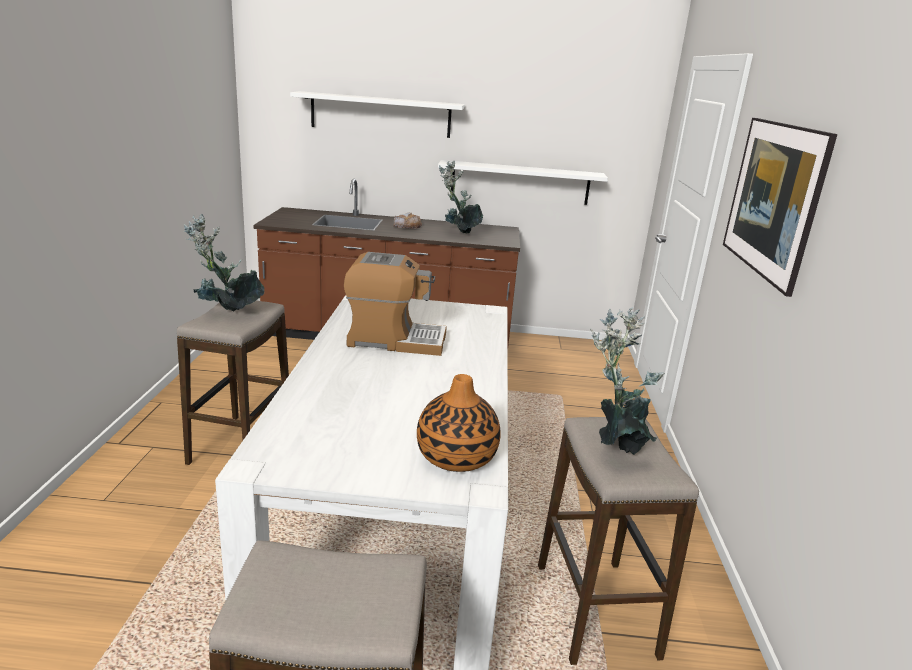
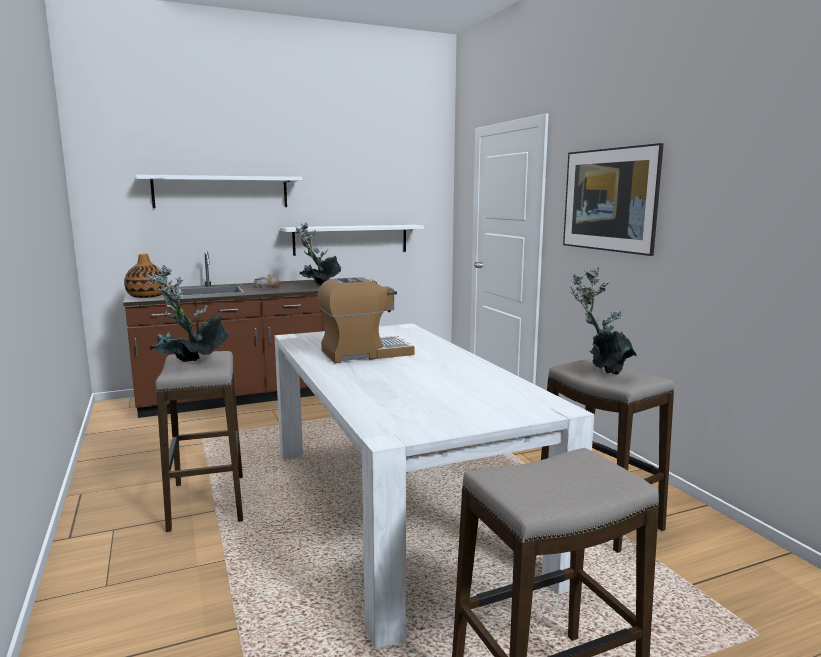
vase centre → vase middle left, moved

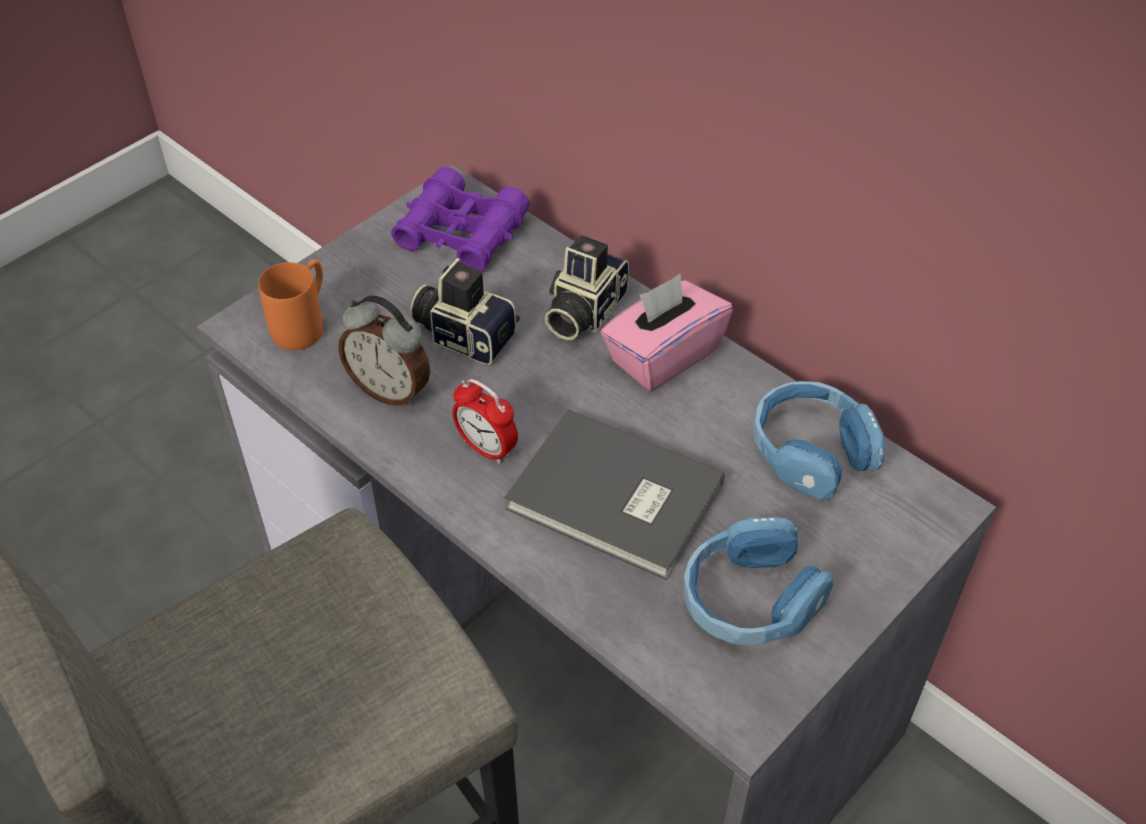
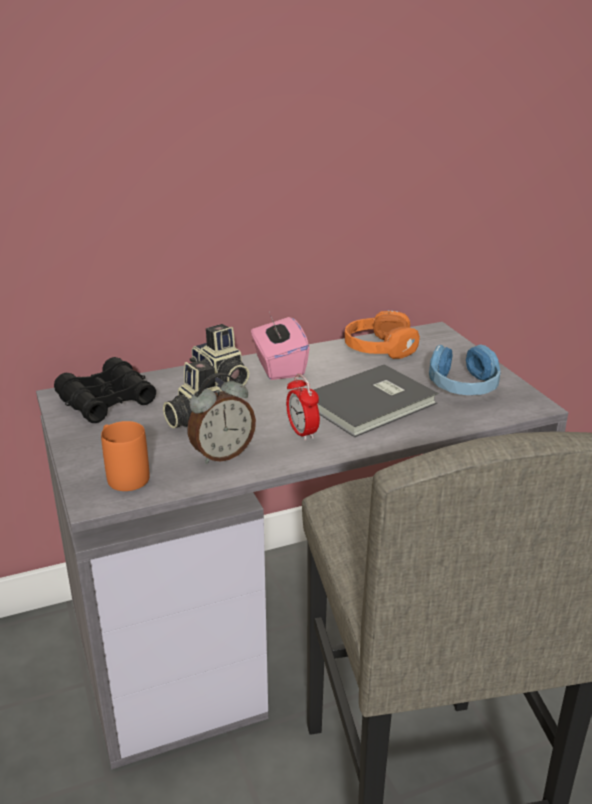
purple binoculars top centre → black binoculars middle left
alarm clock (2nd from left) centre, 90 degrees clockwise
blue headphones (2nd from left) middle right → orange headphones centre

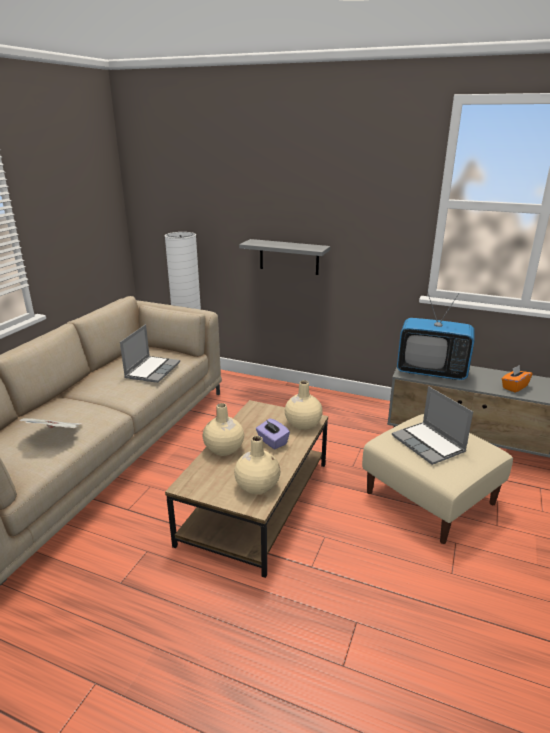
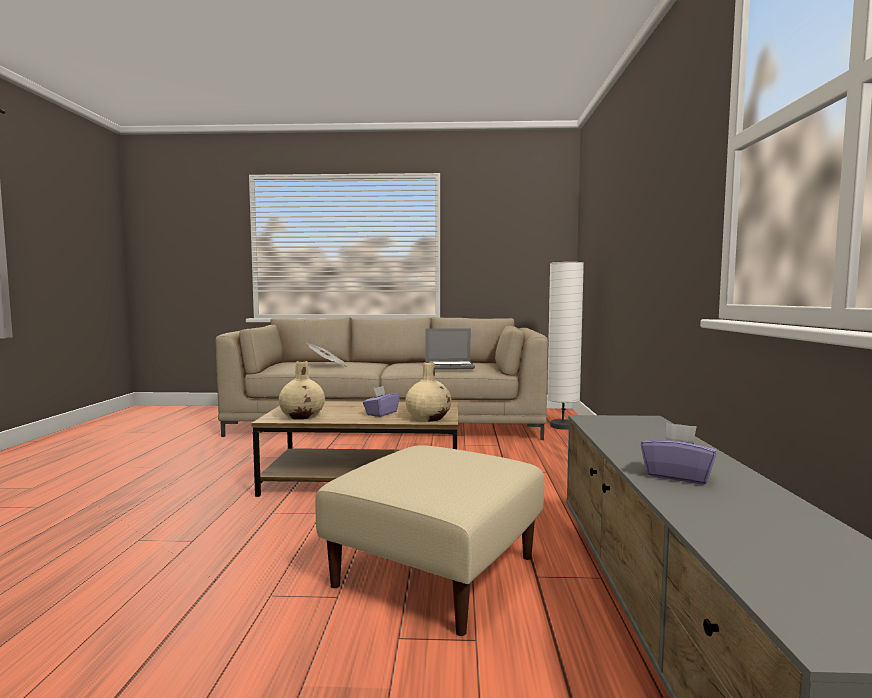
beige vase (1st from left) centre → -
grey shelf centre → -
laptop (2nd from left) middle right → -
television middle right → -
orange tissue box middle right → purple tissue box (2nd from left) middle right

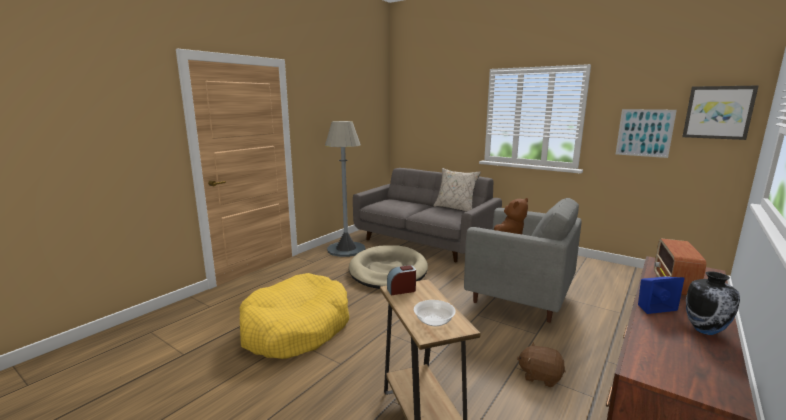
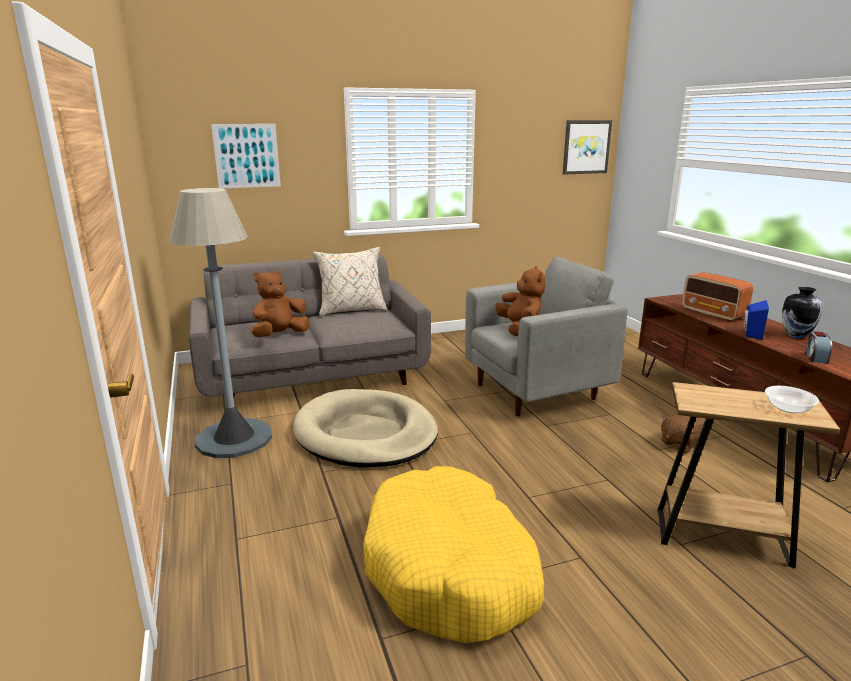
alarm clock bottom centre → alarm clock middle right, moved
picture (1st from left) top right → picture (1st from left) top left, moved
- → brown plush toy (1st from left) middle left

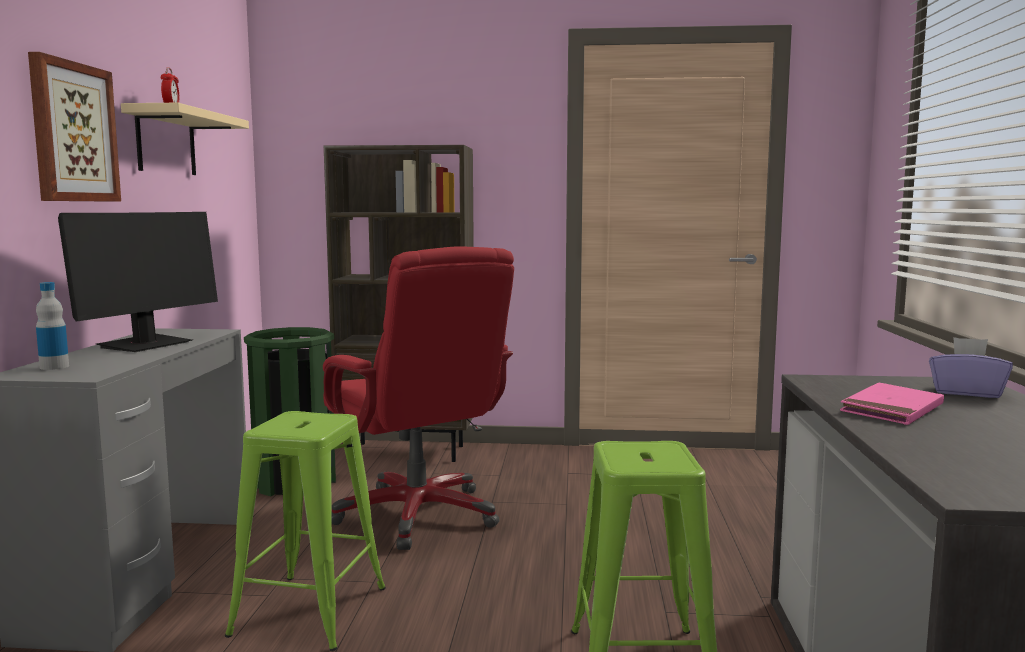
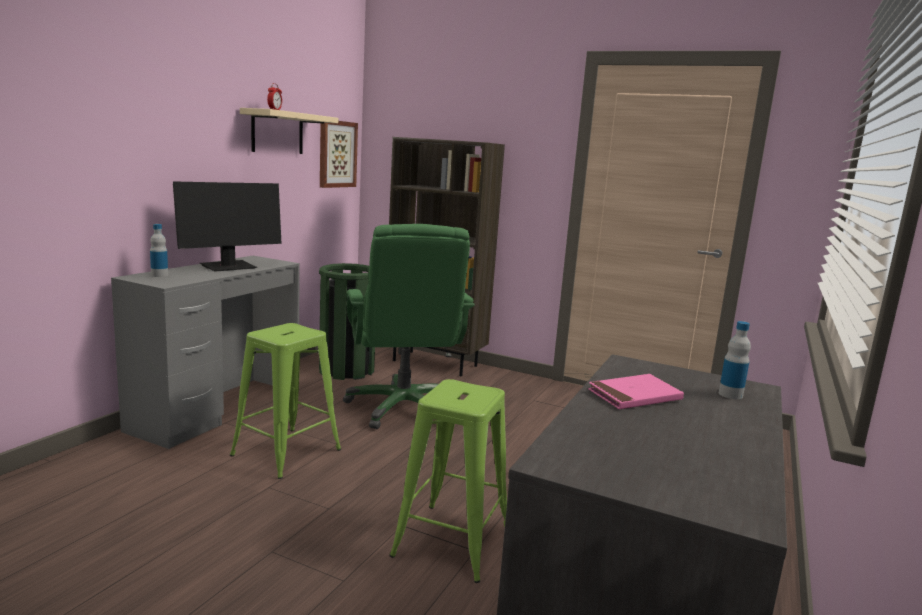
picture top left → picture top centre, moved
red office chair centre → green office chair centre
purple tissue box middle right → bottle (2nd from left) middle right

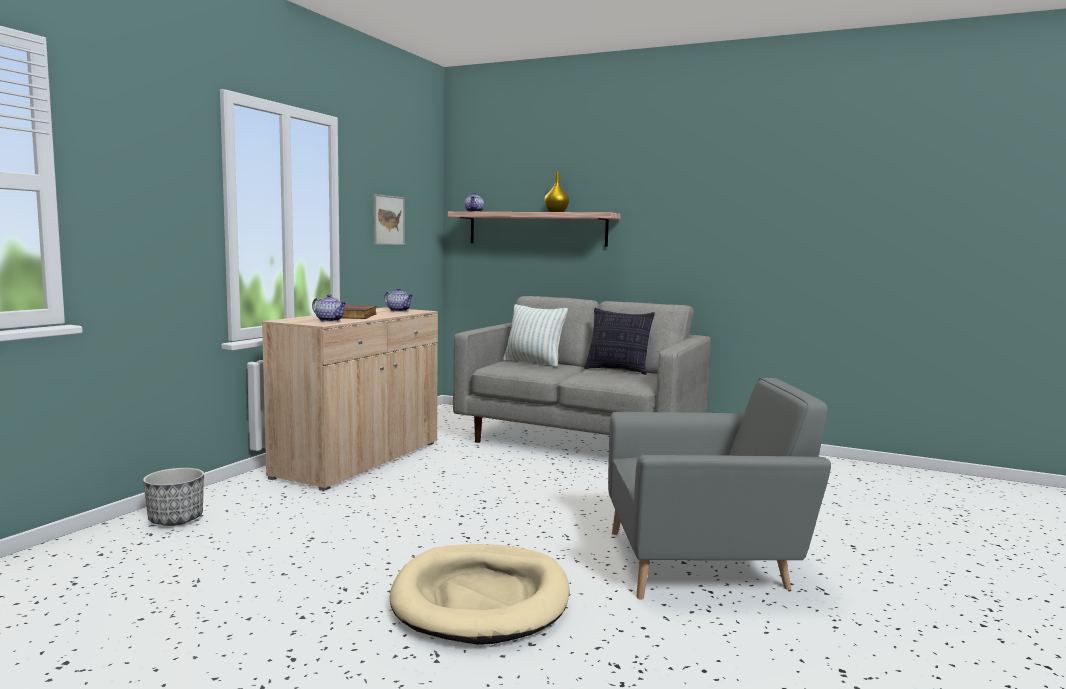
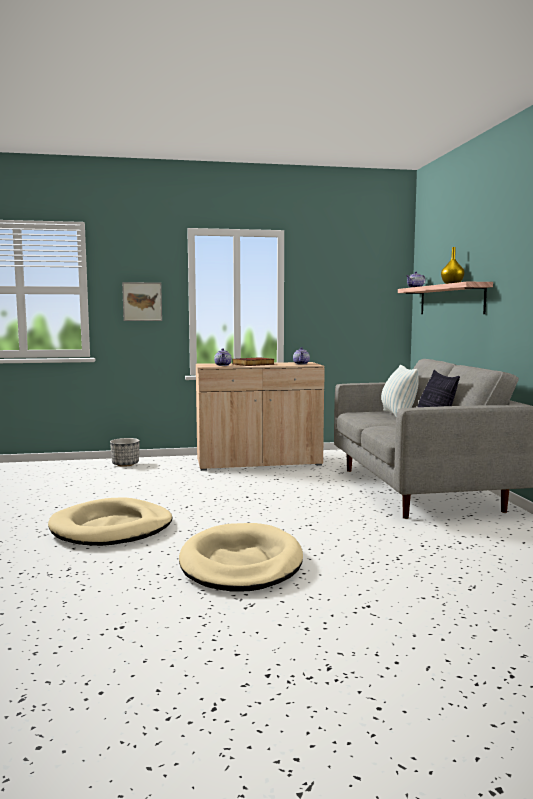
picture top centre → picture middle left, moved
grey armchair bottom right → beige dog bed (2nd from left) bottom centre

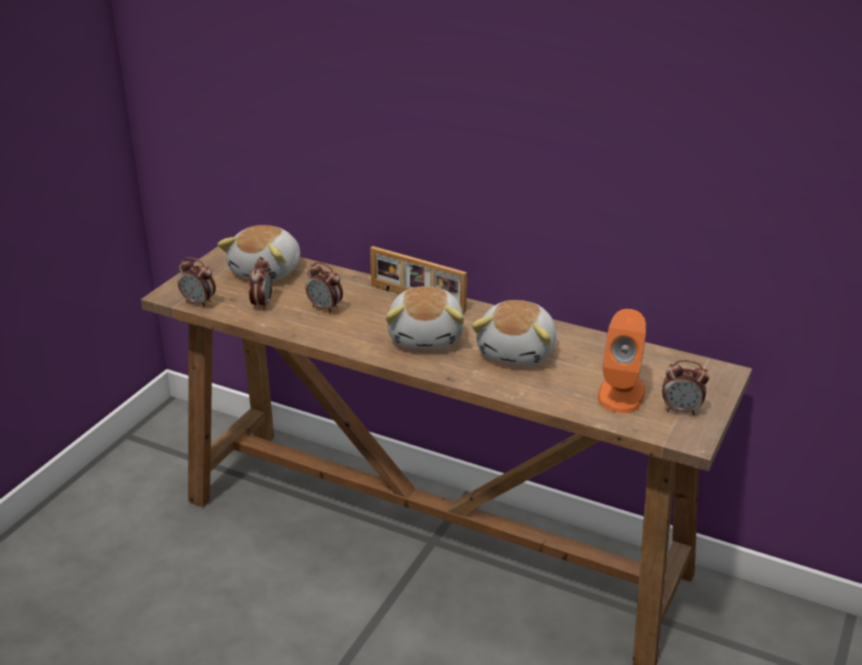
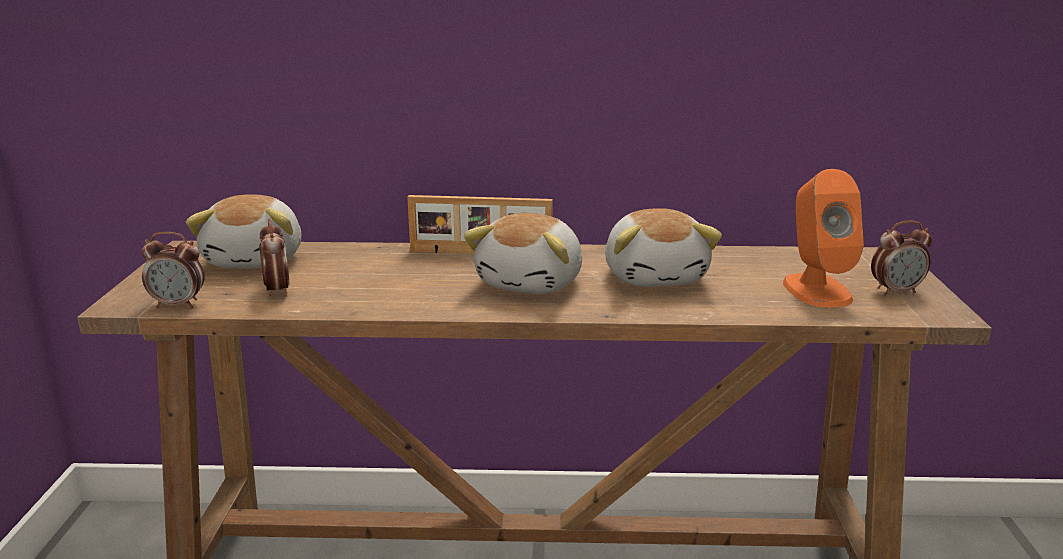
alarm clock (3rd from left) centre → -
plush toy (2nd from left) centre, 45 degrees clockwise

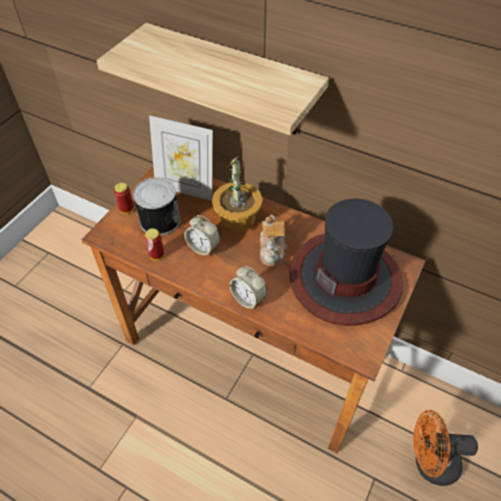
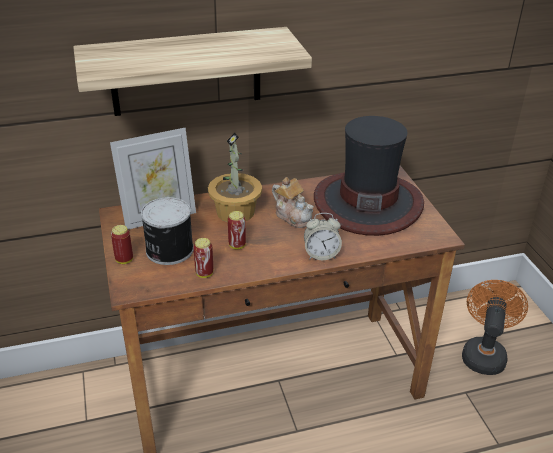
alarm clock (1st from left) centre → can (4th from left) centre
orange fan bottom right, 150 degrees clockwise

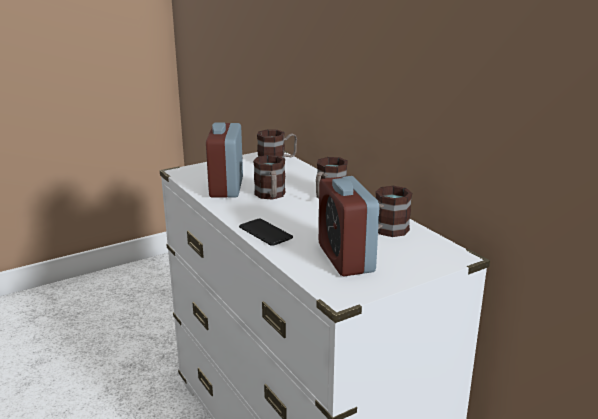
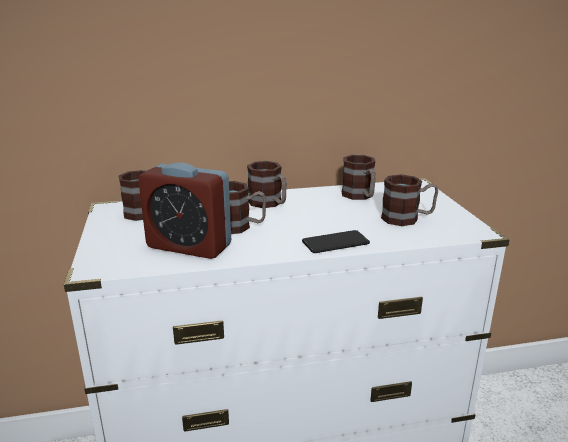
alarm clock (2nd from left) centre → mug (5th from left) middle right

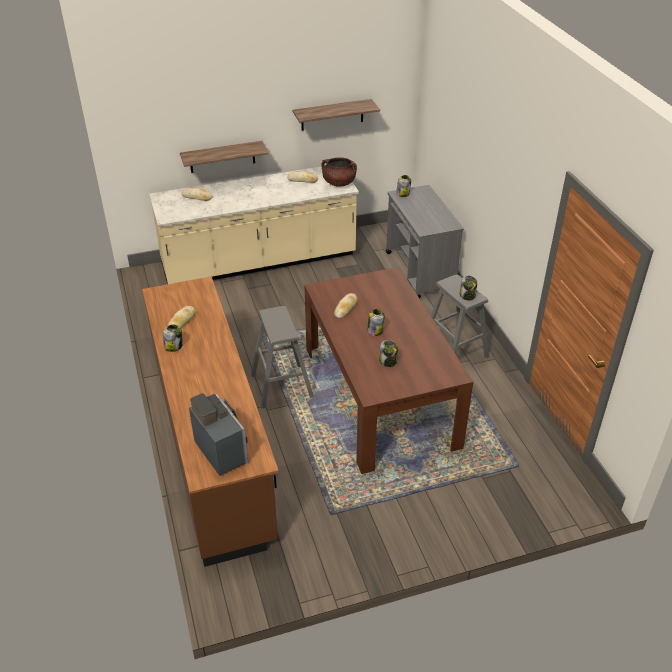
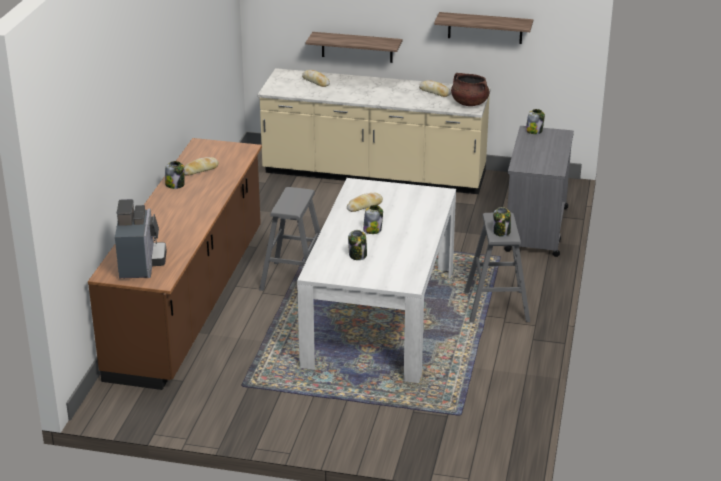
brown dining table centre → white dining table centre

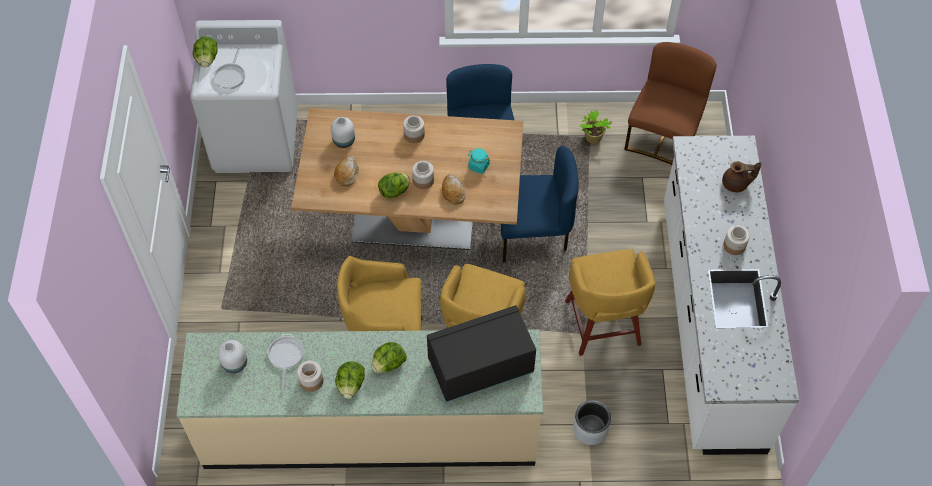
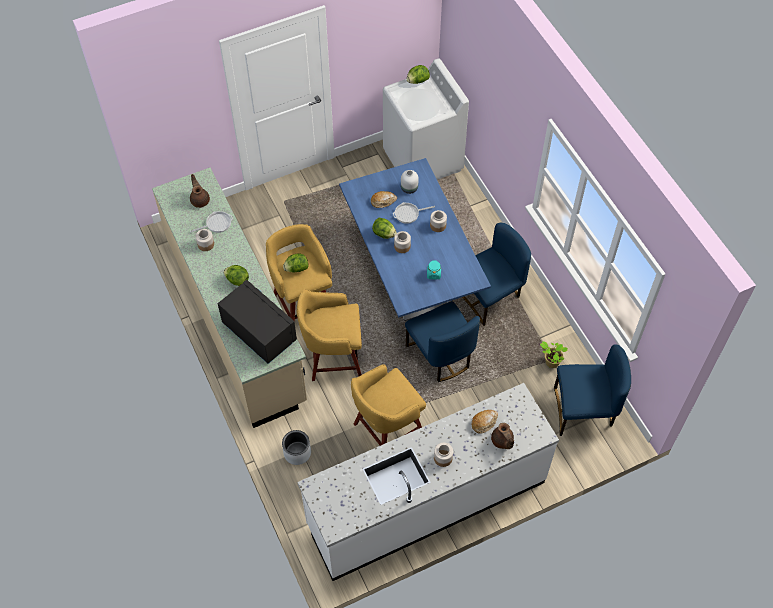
frying pan (1st from left in the first image) top left → frying pan (2nd from left) centre, moved
white vase (1st from left) bottom left → brown teapot (1st from left) top left
brown dining table centre → blue dining table centre
lettuce (2nd from left) bottom centre → lettuce (2nd from left) centre, moved
bread (2nd from left) centre → bread (2nd from left) bottom centre, moved
brown chair top right → blue chair (3rd from left) middle right

